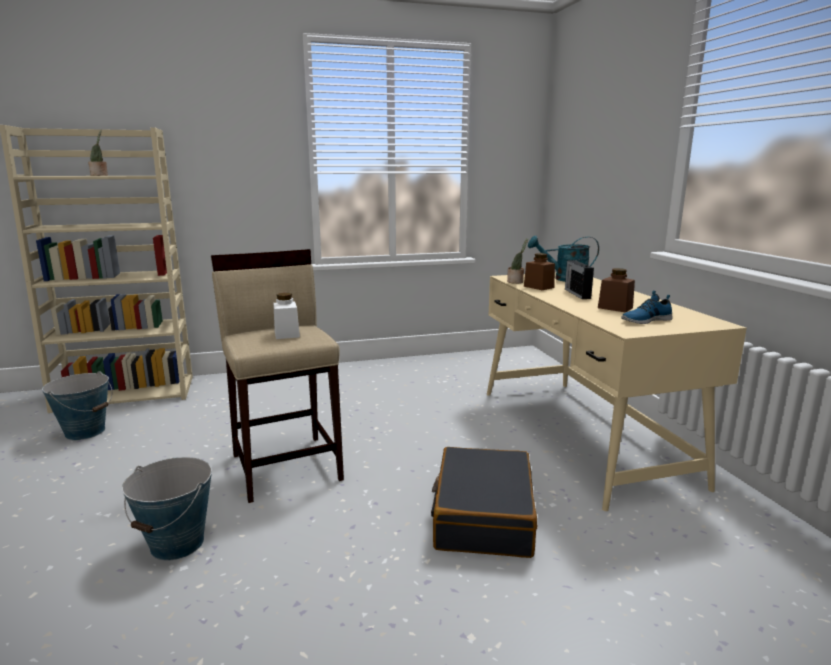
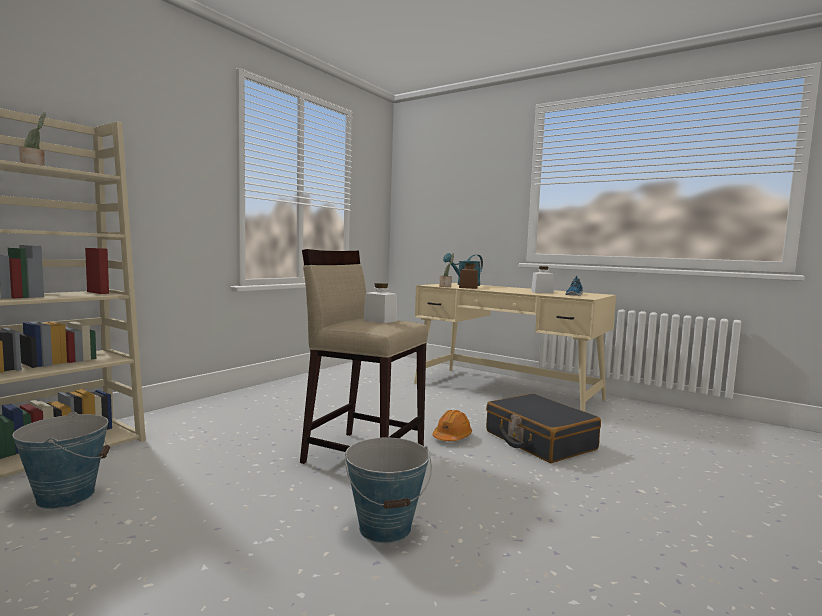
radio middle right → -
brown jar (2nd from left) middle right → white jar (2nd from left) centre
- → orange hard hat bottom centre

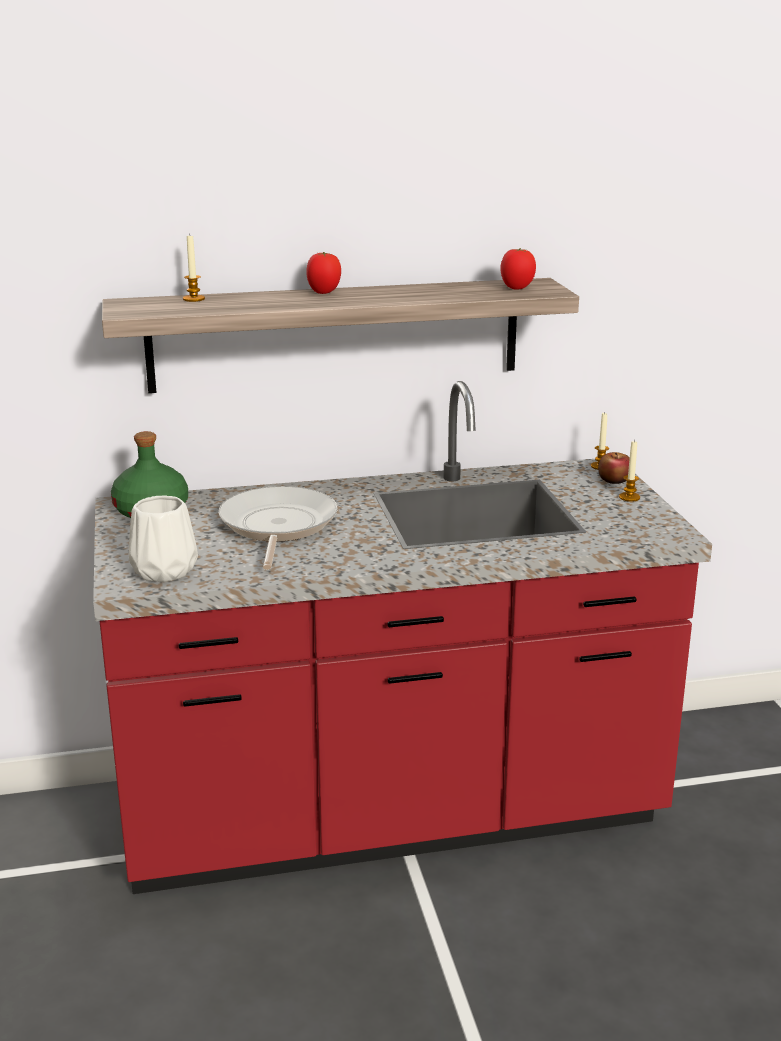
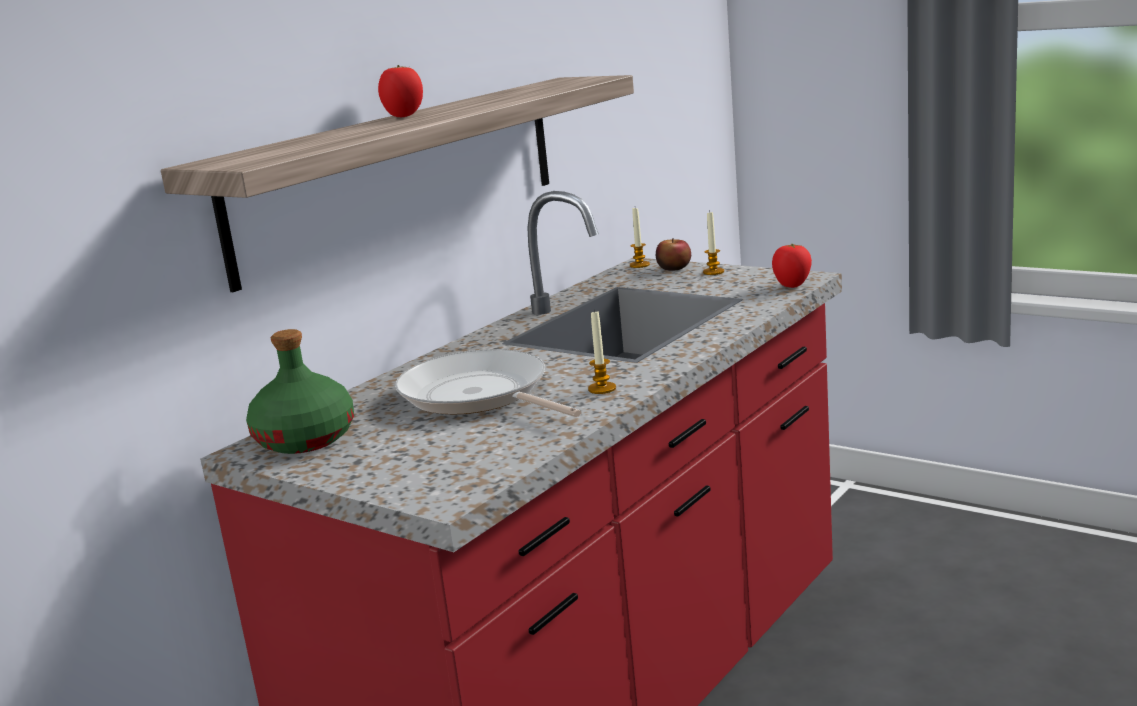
white vase middle left → -
candle (1st from left) top left → candle (1st from left) centre, moved
tomato (2nd from left) top centre → tomato (2nd from left) middle right, moved

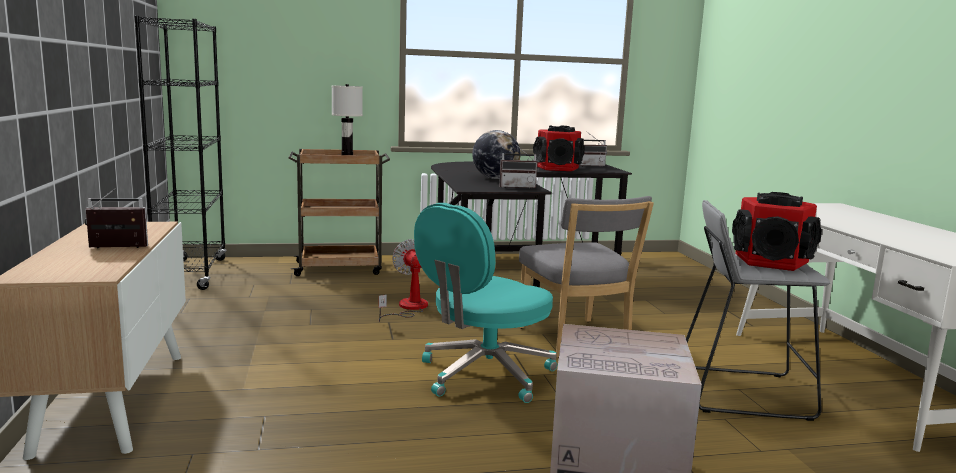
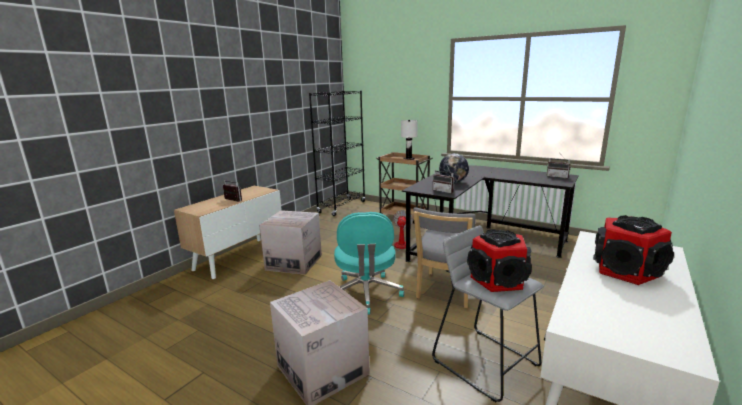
turquoise office chair centre, 90 degrees counterclockwise
speaker (1st from left in the first image) top centre → speaker (2nd from left) middle right, moved
- → cardboard box (1st from left) centre

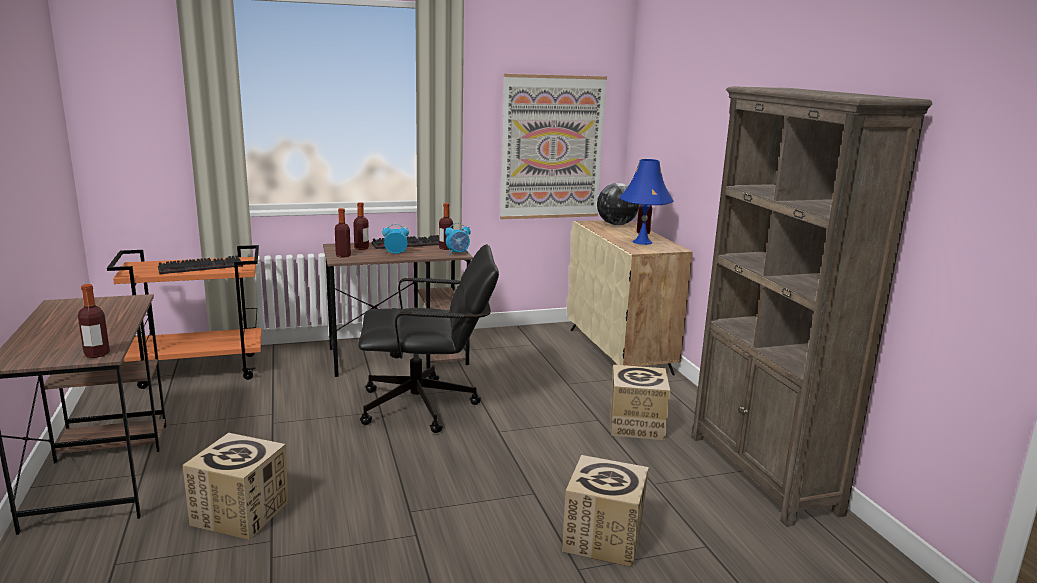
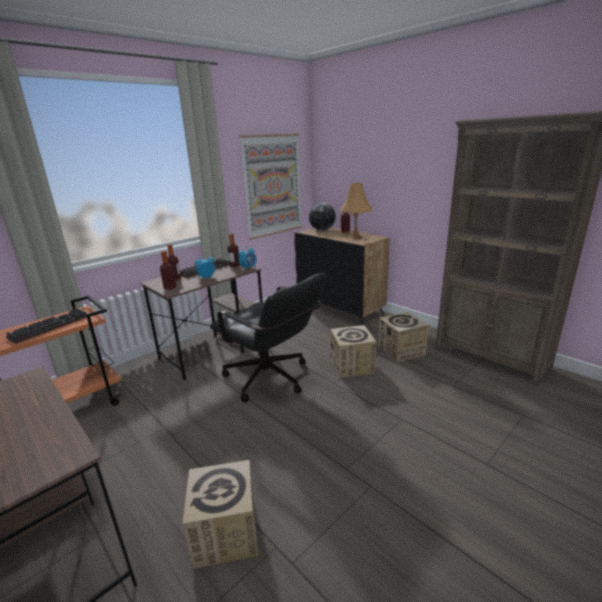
bottle (1st from left) middle left → -
black office chair centre, 75 degrees clockwise
cardboard box (2nd from left) bottom centre → cardboard box (2nd from left) centre, moved
beige cabinet centre → black cabinet centre
blue table lamp centre → orange table lamp centre

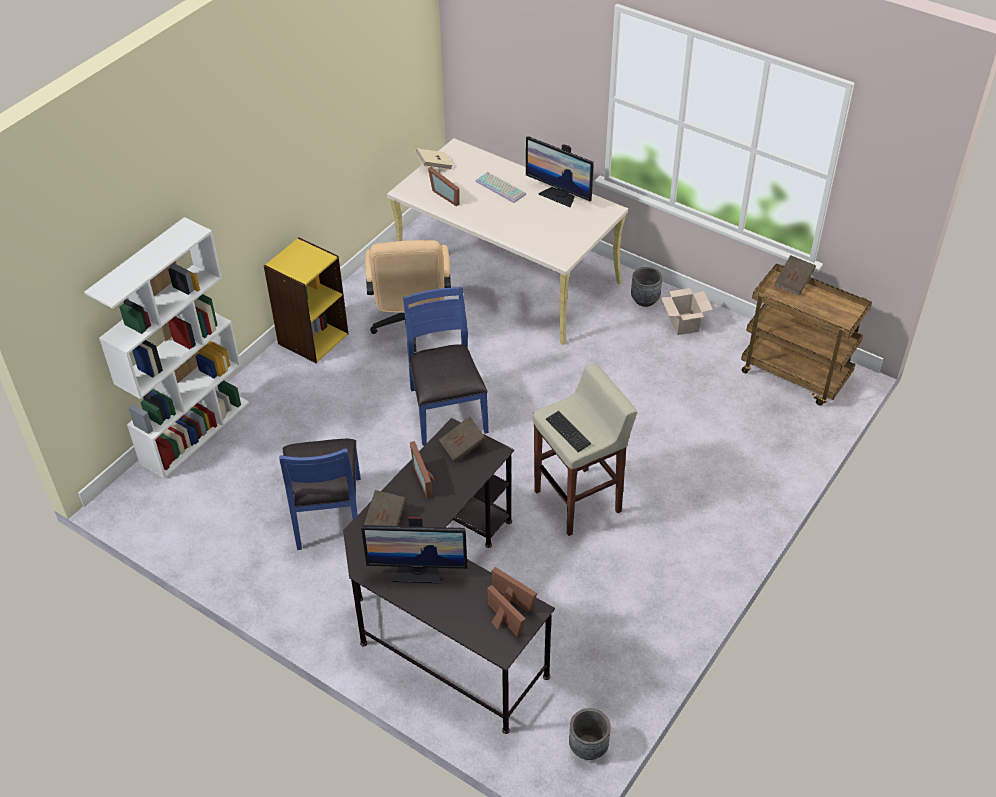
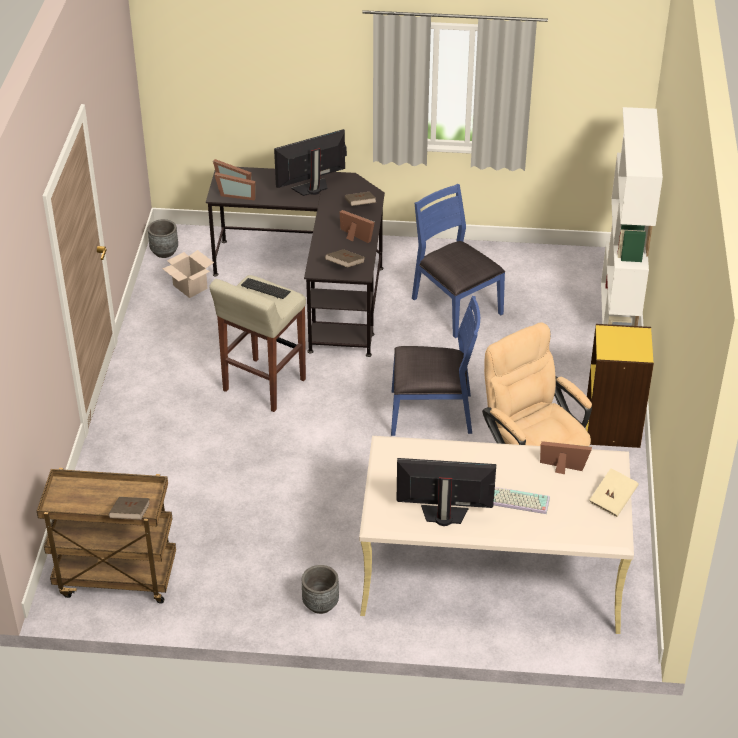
blue chair (2nd from left in the first image) centre → blue chair (1st from left) centre, 45 degrees counterclockwise
cardboard box middle right → cardboard box middle left, moved

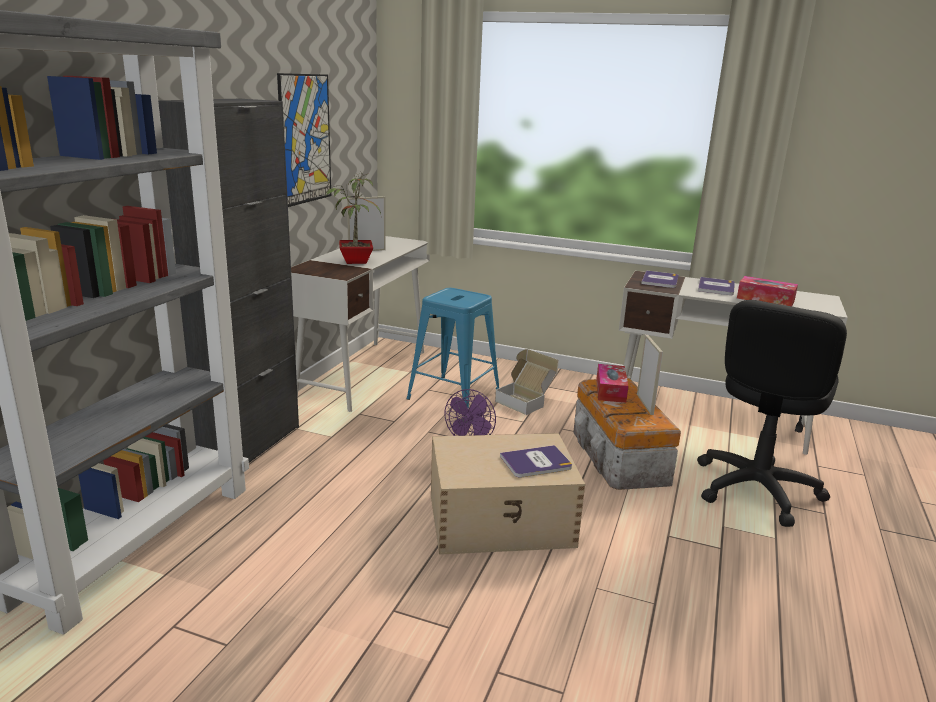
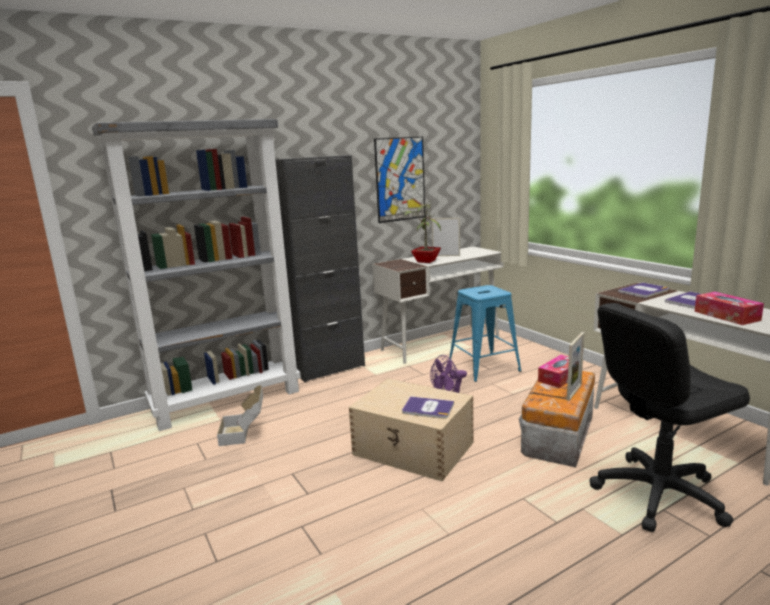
cardboard box centre → cardboard box bottom left, moved

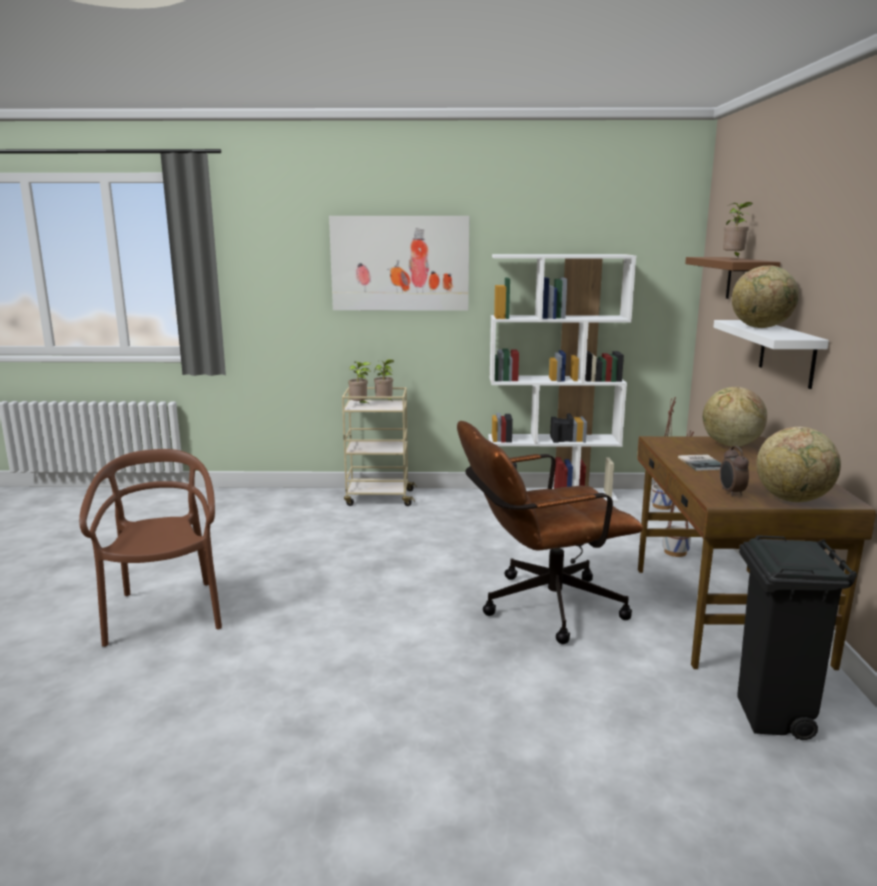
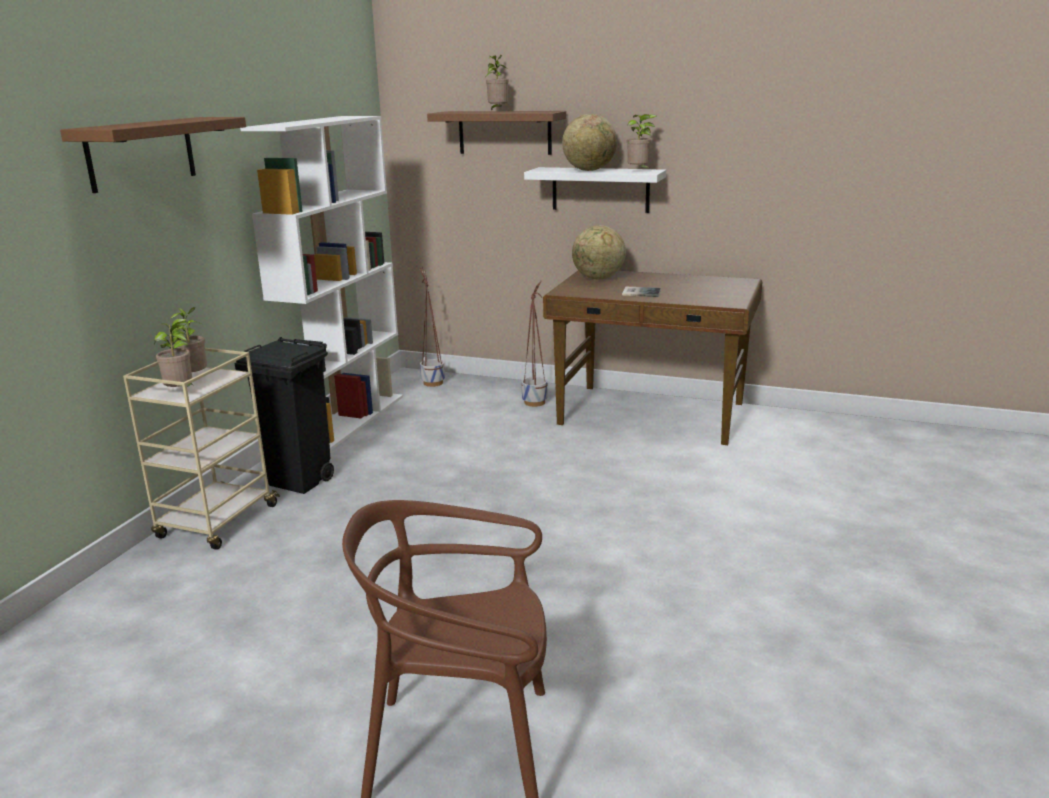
picture top centre → brown shelf (1st from left) top left
brown office chair centre → -
alarm clock middle right → -
black trash can bottom right → black trash can middle left, moved
globe (3rd from left) middle right → -
- → potted plant (4th from left) top centre

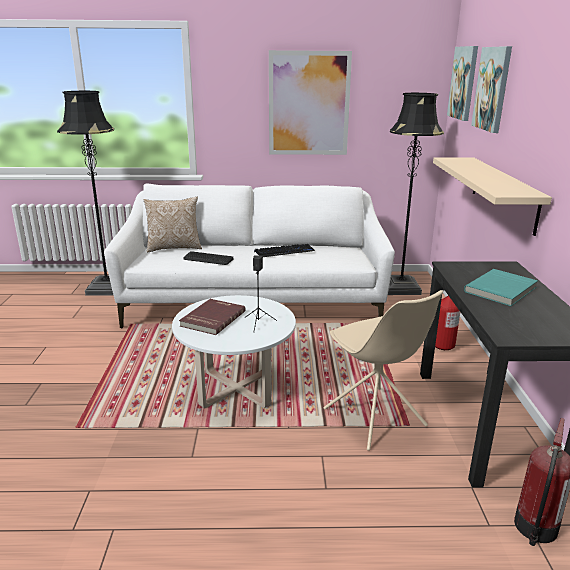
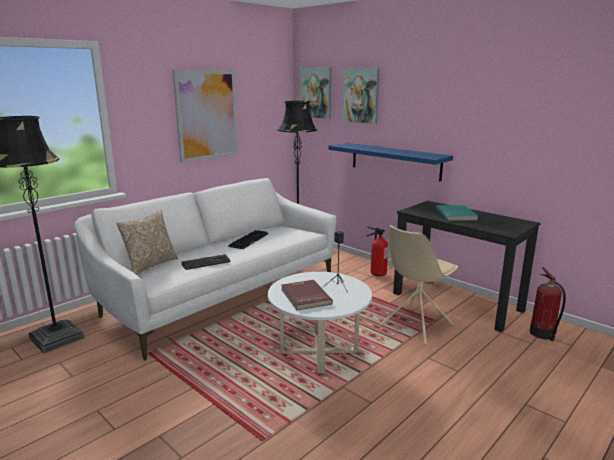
beige chair middle right, 120 degrees clockwise
beige shelf middle right → blue shelf centre

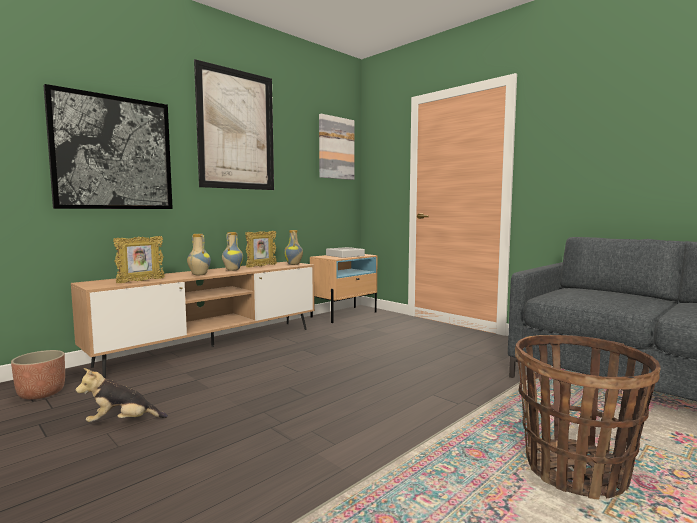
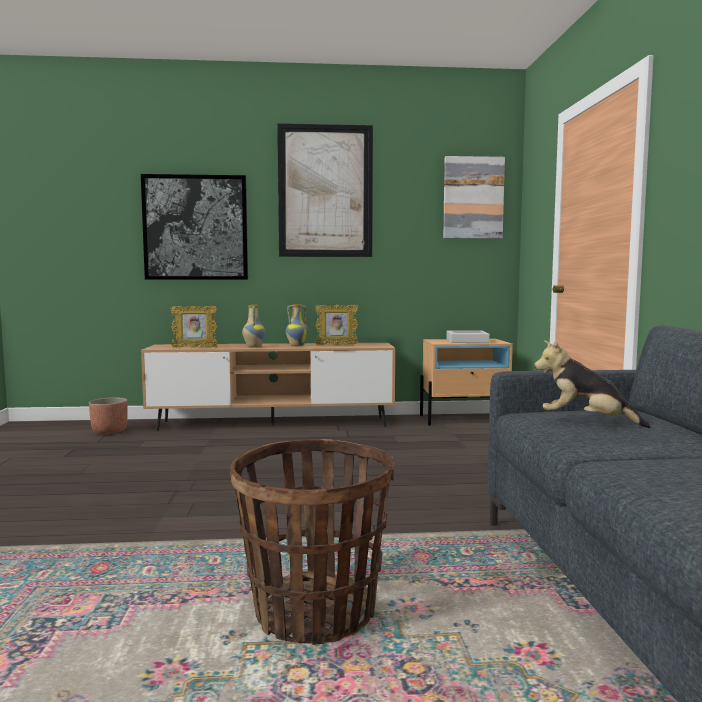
plush toy bottom left → plush toy middle right, moved
vase (3rd from left) centre → -

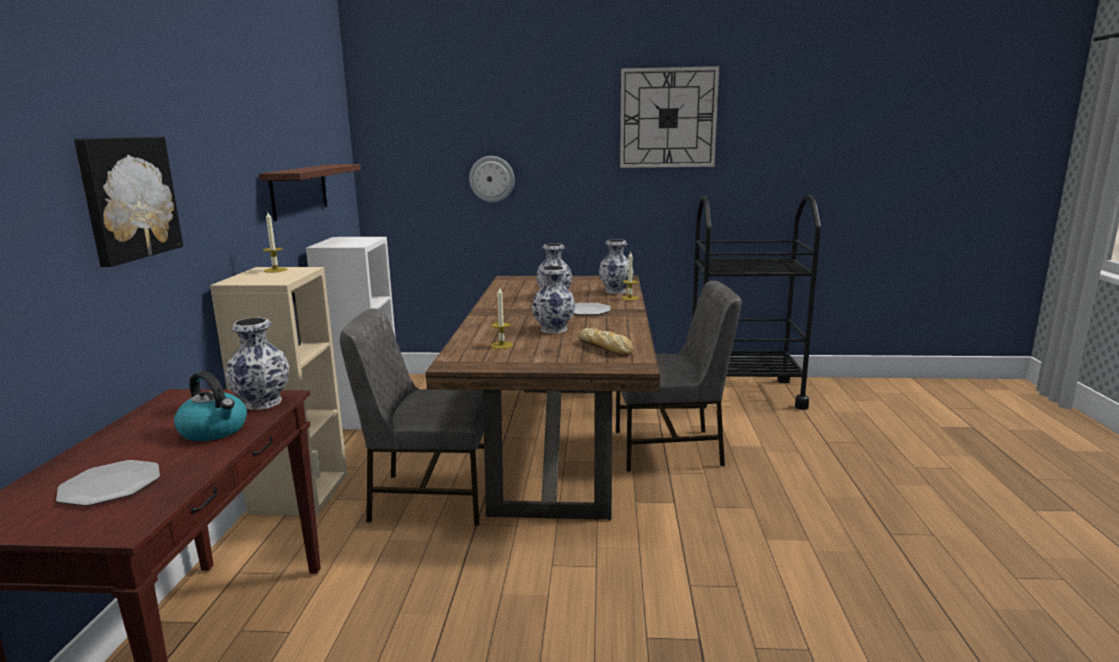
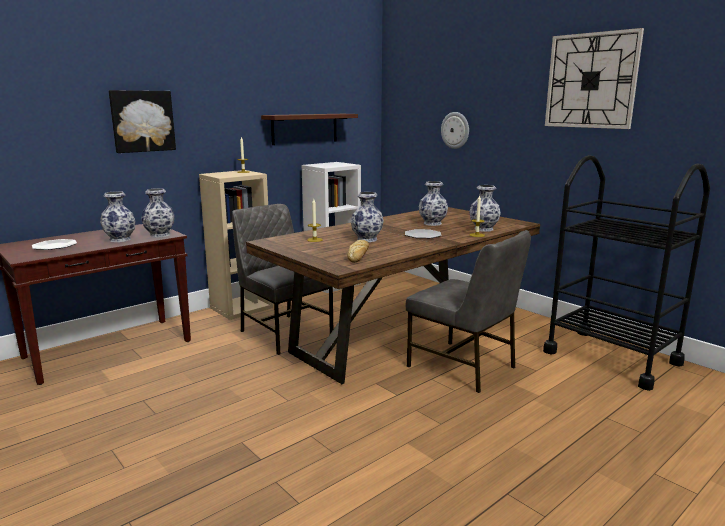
kettle middle left → vase (1st from left) middle left

